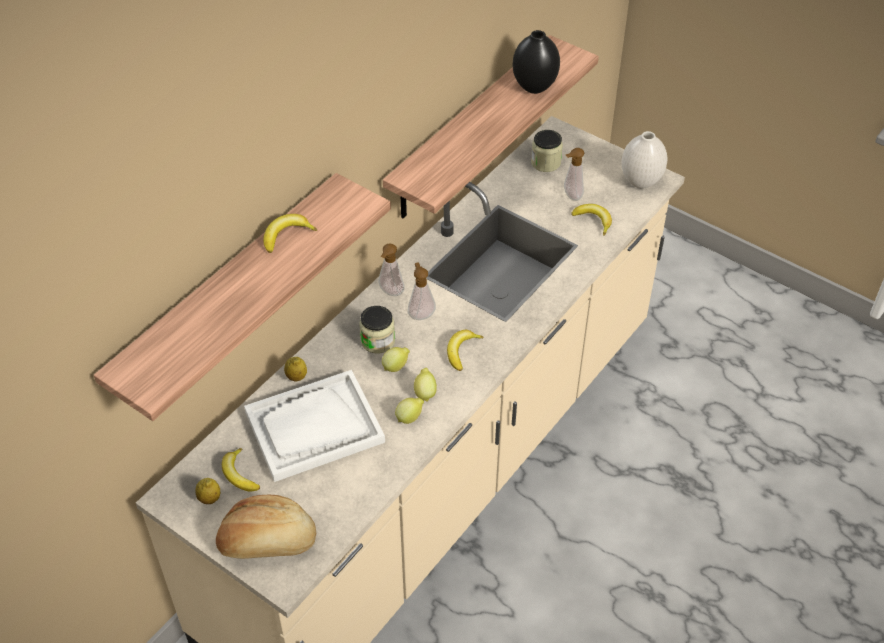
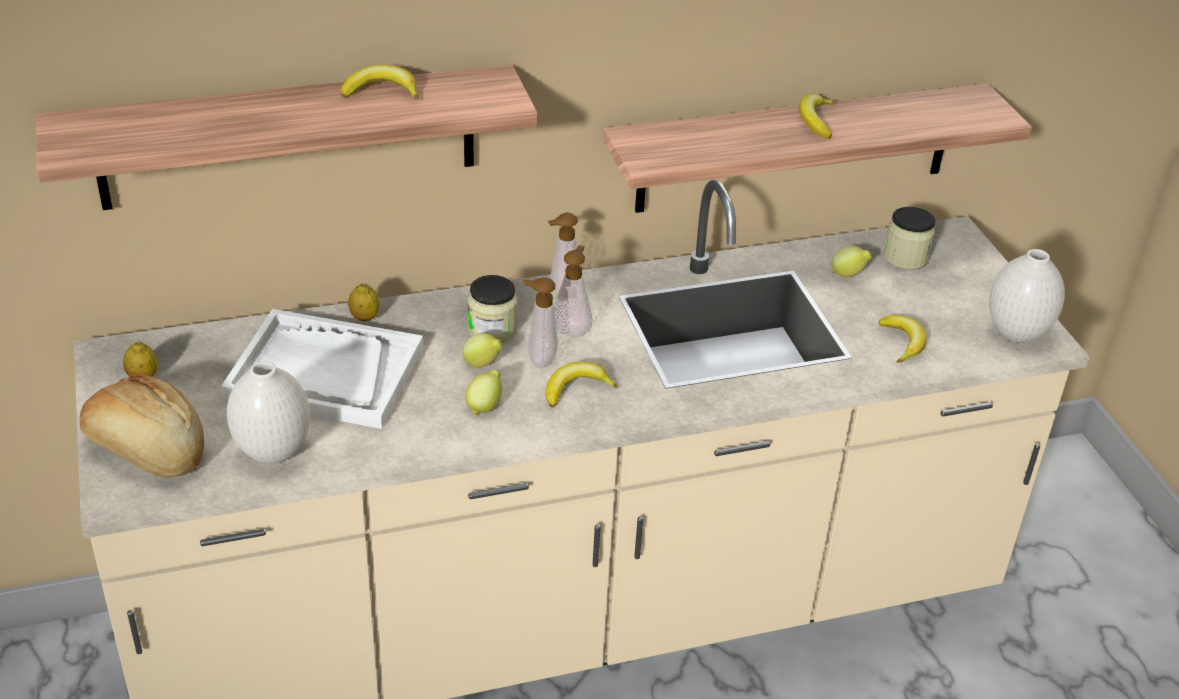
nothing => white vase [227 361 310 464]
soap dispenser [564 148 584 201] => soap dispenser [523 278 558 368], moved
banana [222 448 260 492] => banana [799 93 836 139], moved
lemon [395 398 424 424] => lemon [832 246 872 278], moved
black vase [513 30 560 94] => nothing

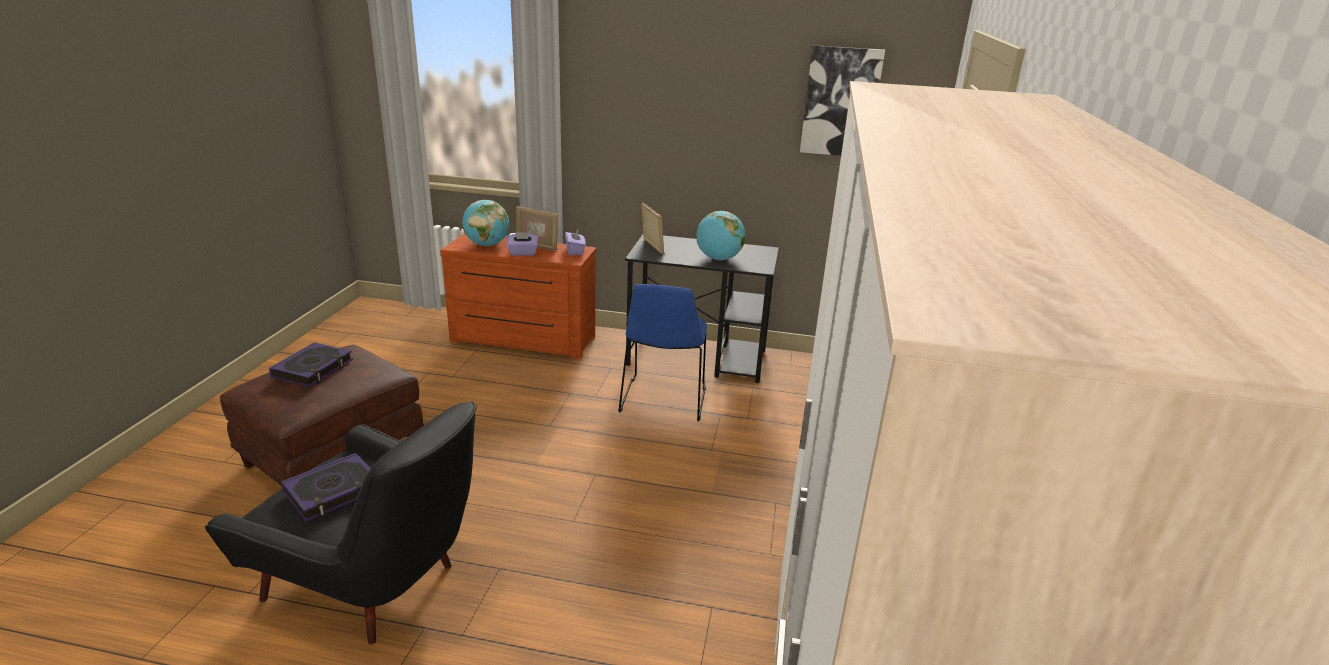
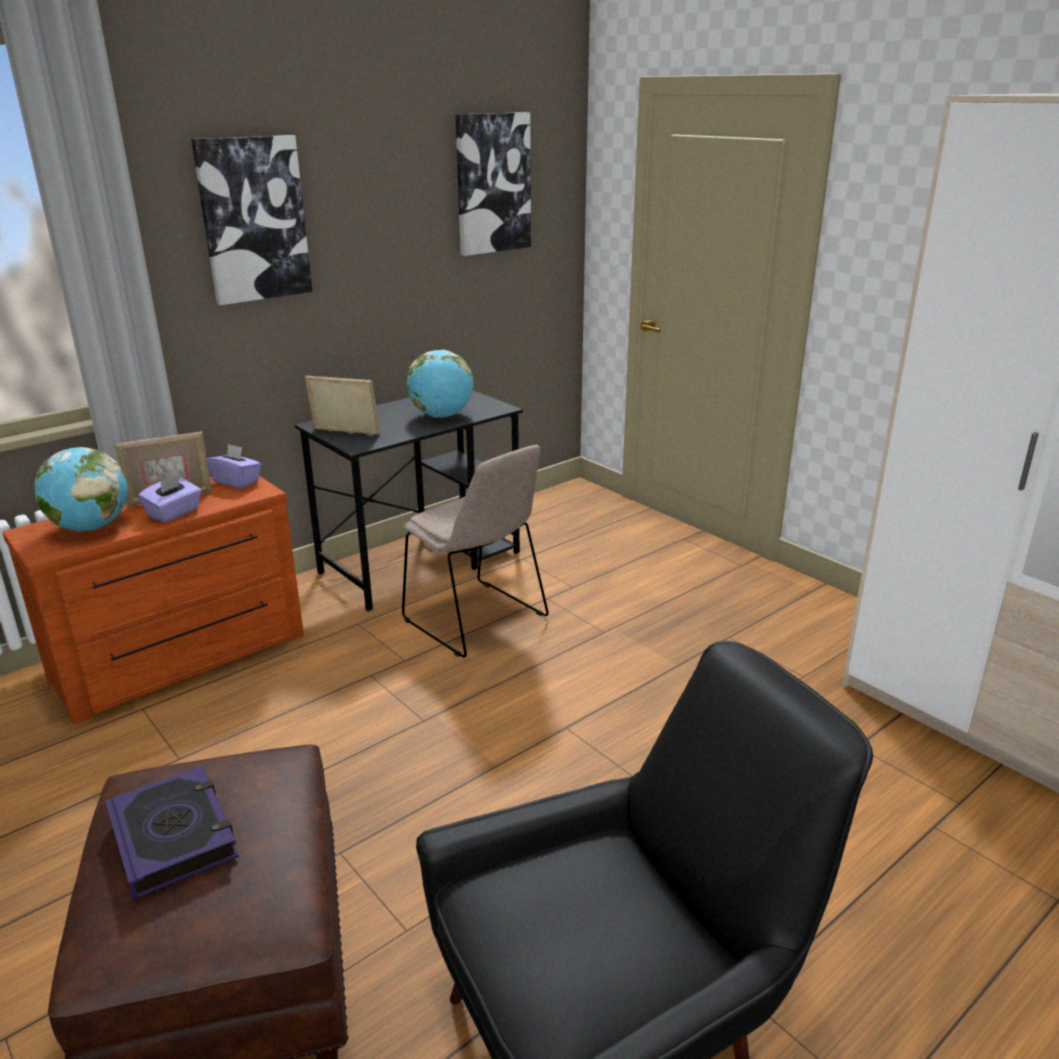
nothing => picture [191 135 312 305]
blue chair [619 284 707 422] => beige chair [402 445 549 657]
book [281 453 371 522] => nothing

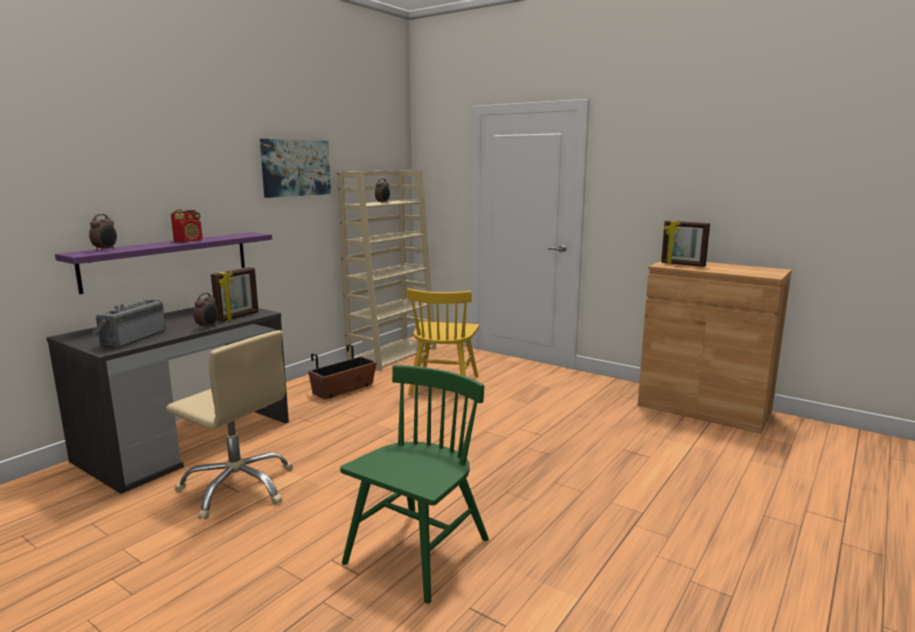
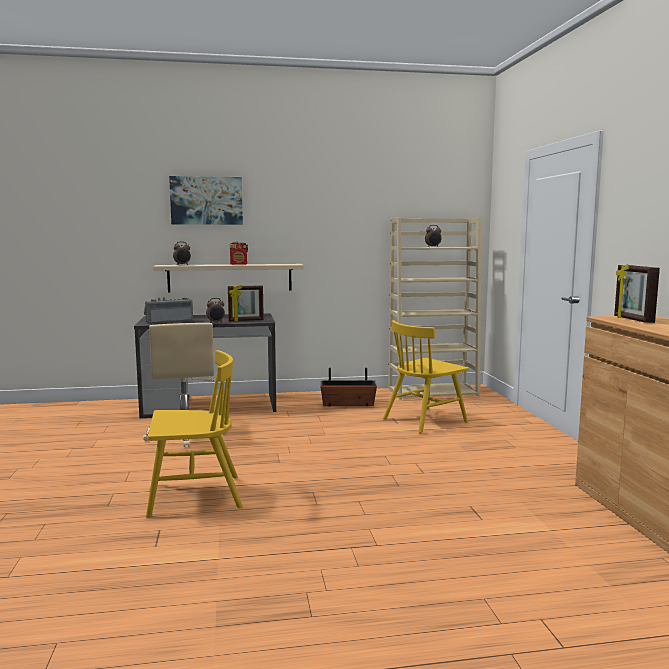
green chair [340 365 489 604] => yellow chair [146 350 243 518]
purple shelf [55 232 272 294] => beige shelf [153 264 304 292]
picture [260 139 331 198] => picture [169 176 243 225], moved

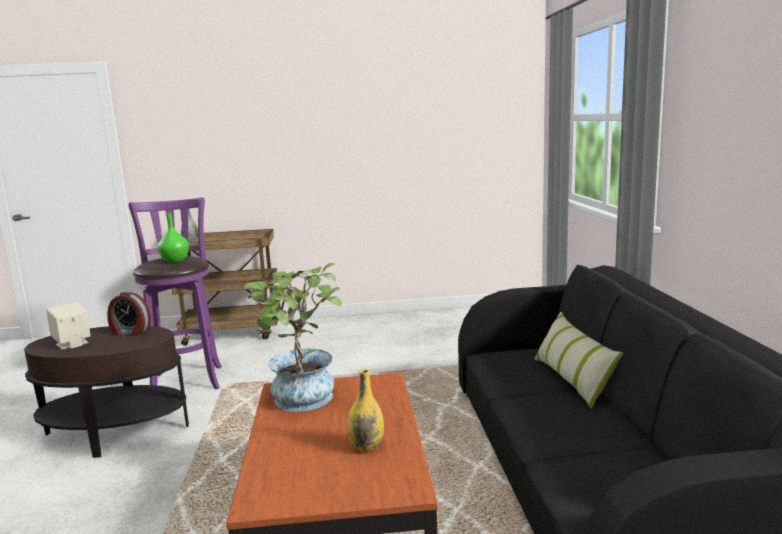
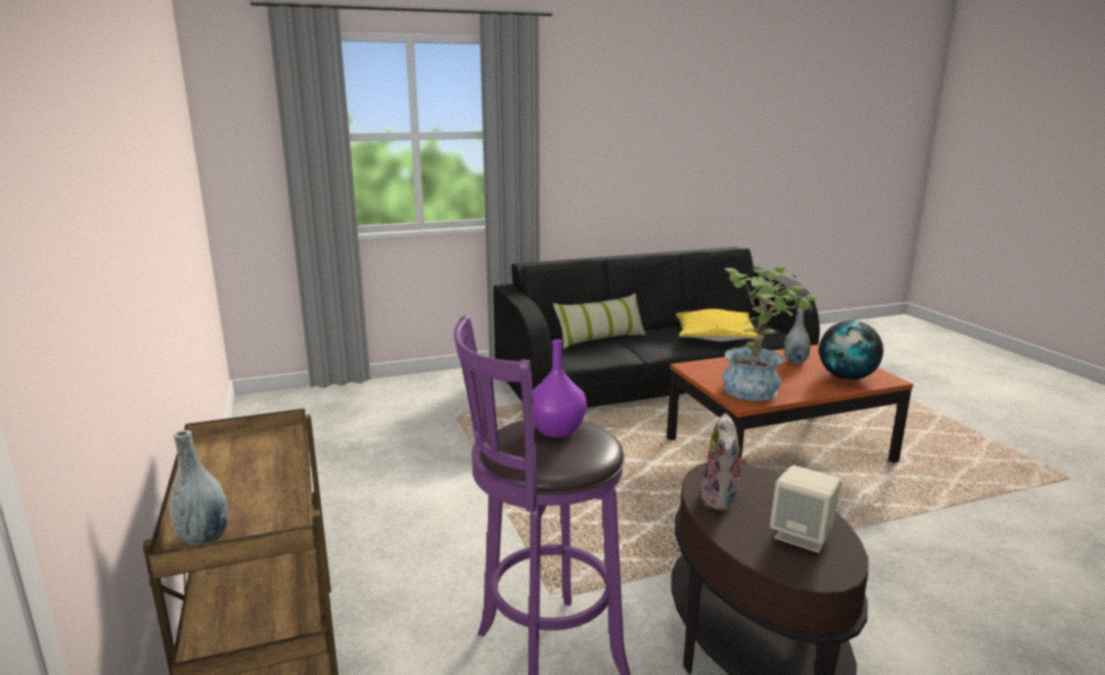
green vase [158 213 189 263] => purple vase [533 339 587 438]
nothing => yellow pillow [676 309 764 342]
alarm clock [107 292 151 336] => plush toy [701 413 747 511]
yellow vase [348 369 384 452] => grey vase [784 308 811 364]
nothing => globe [819 320 884 380]

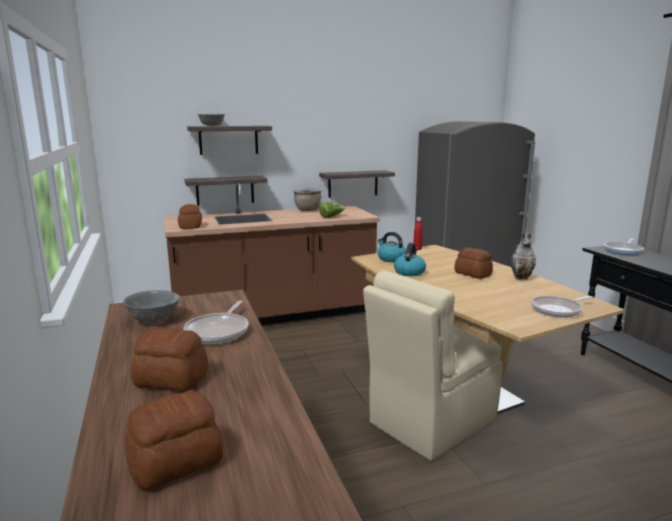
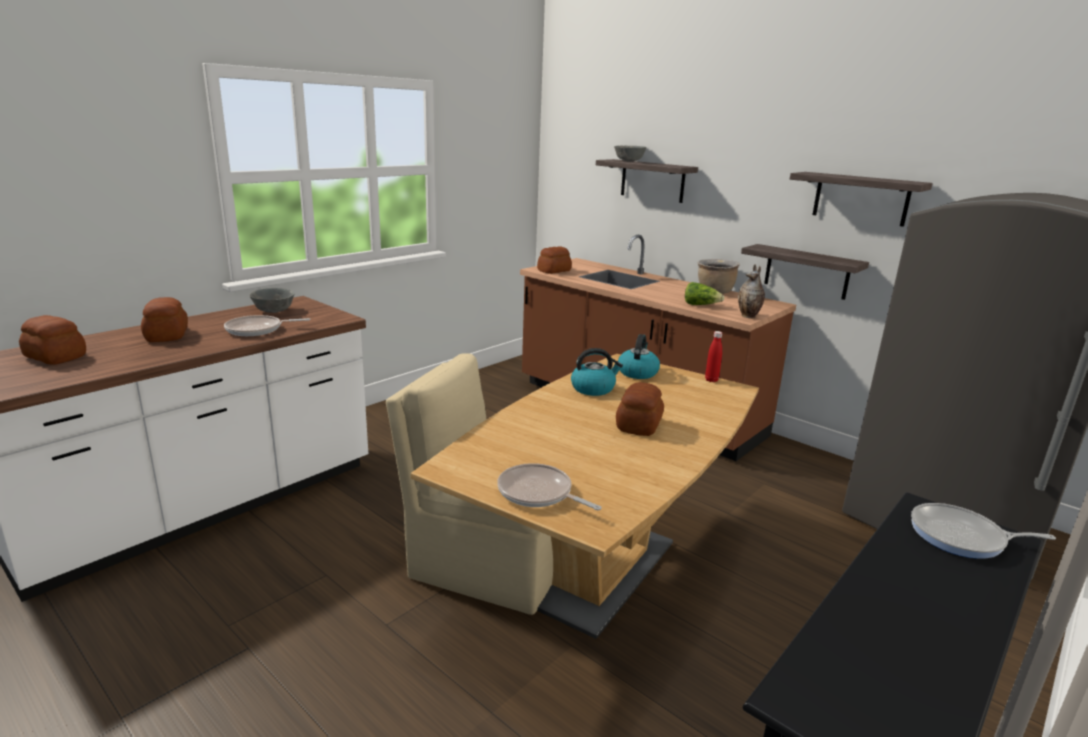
vase [511 232 536 281] => vase [738 265 765 319], moved
shelf [184 176 268 206] => shelf [790 172 933 227], moved

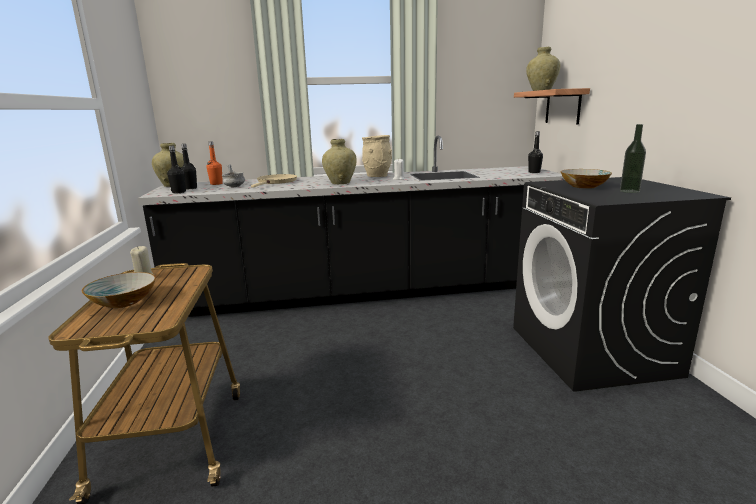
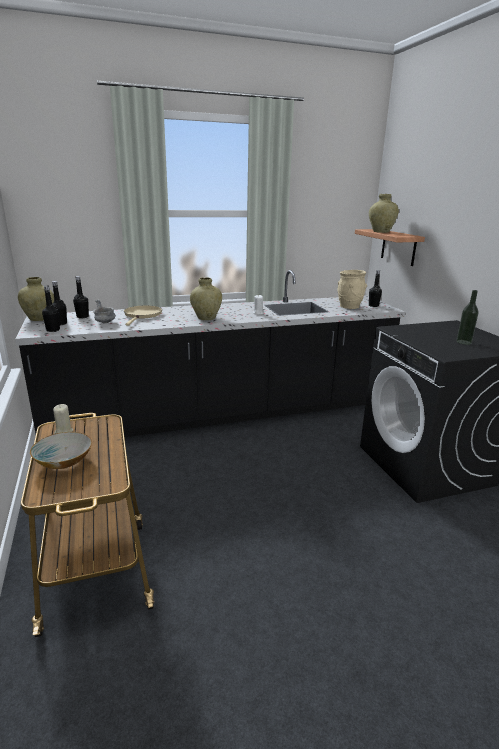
orange bottle [207 141 223 185] => black bottle [73 276 89 318]
beige vase [362 135 392 177] => beige vase [338 270 367 309], moved
bowl [561 169 612 189] => nothing

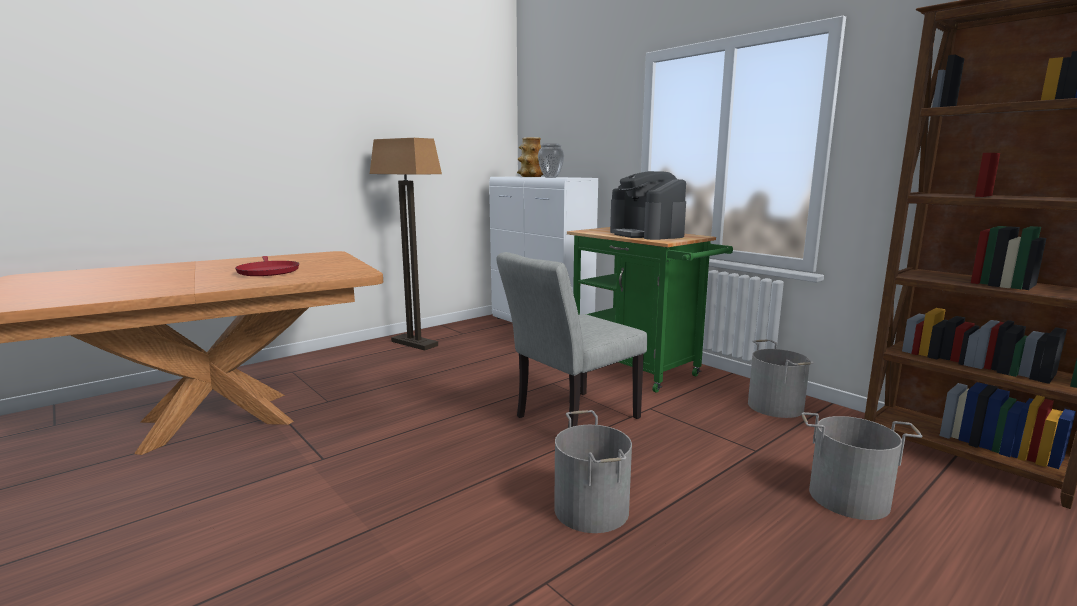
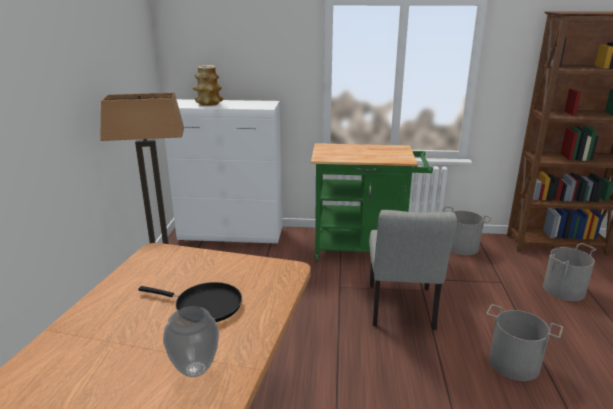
red frying pan [235 256 299 276] => black frying pan [138 282 242 322]
vase [538 143 564 178] => vase [163 306 219 377], moved
coffee machine [610 171 686 240] => nothing

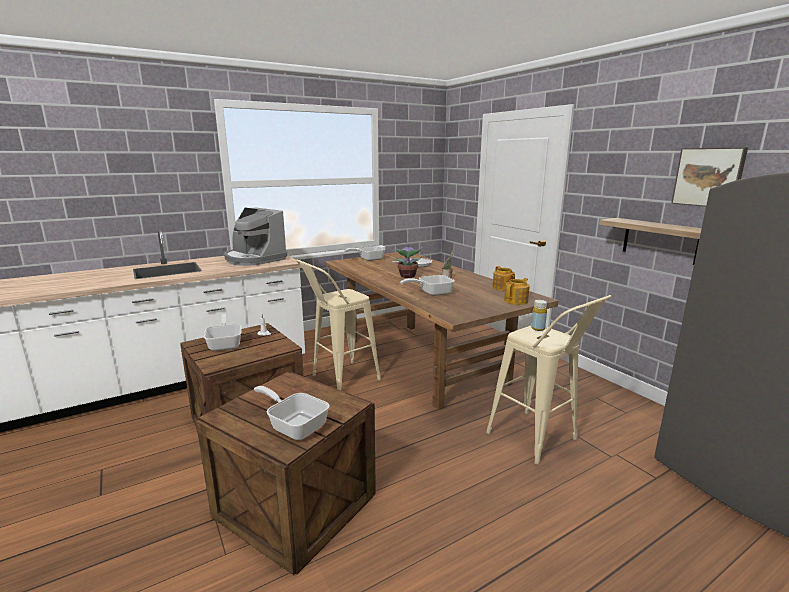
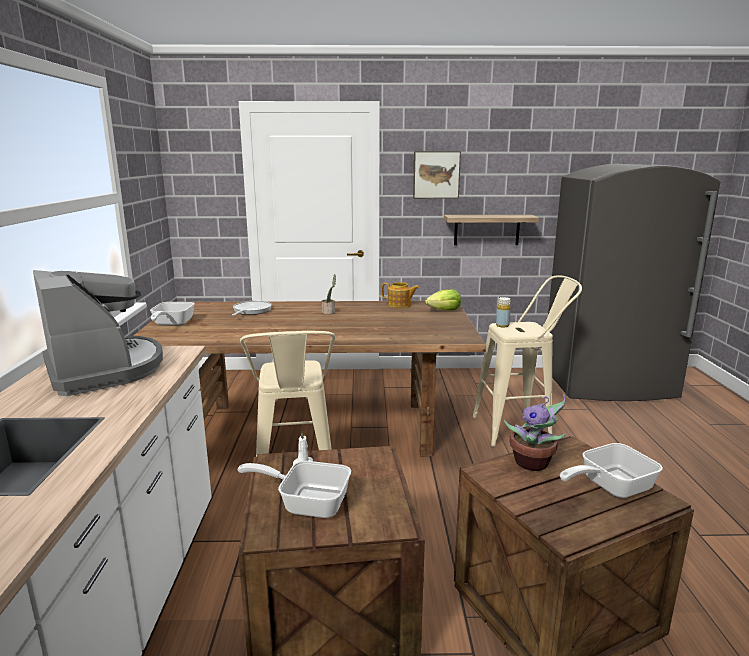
coffee machine [224 207 287 266] => coffee machine [33 270 163 396], 105 degrees counterclockwise
picture [671 147 748 207] => picture [413 151 461 199], moved
teapot [504 278 530 305] => lettuce [425 289 461 311]
potted plant [395 242 422 278] => potted plant [504 394 566 471], moved
frying pan [400 275 455 296] => nothing

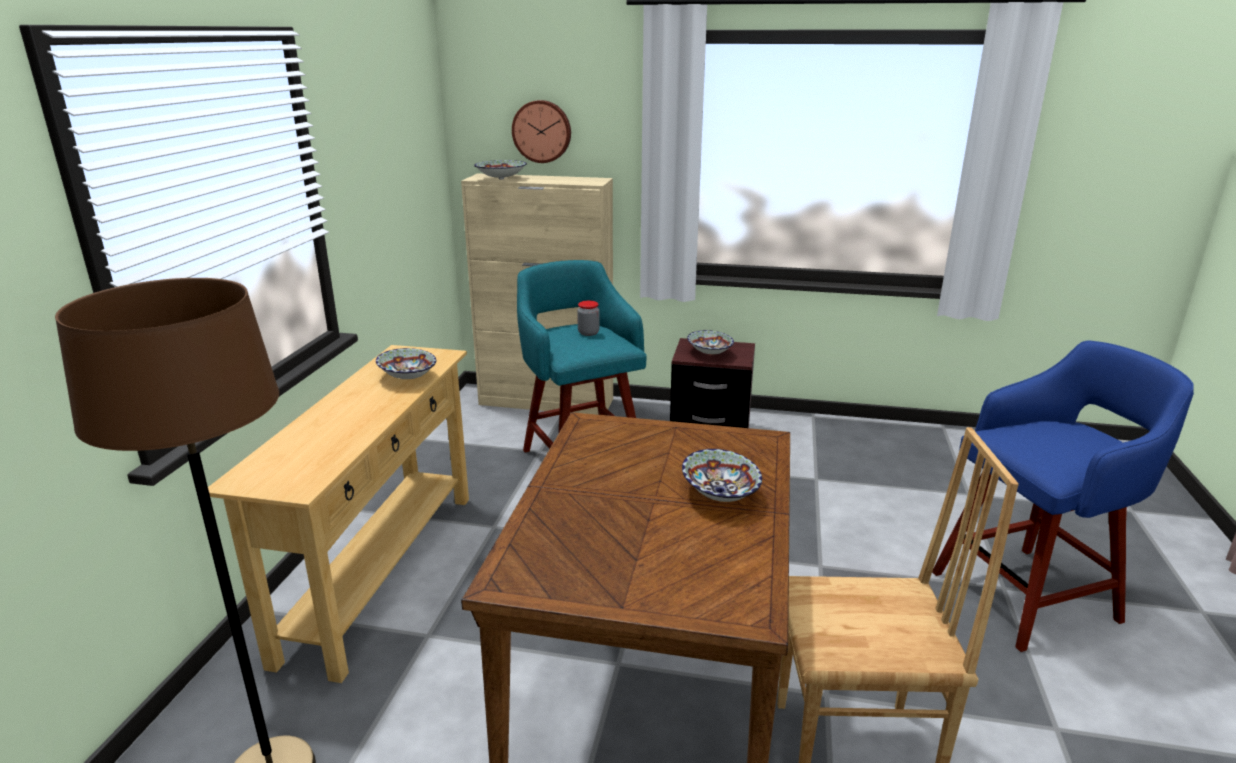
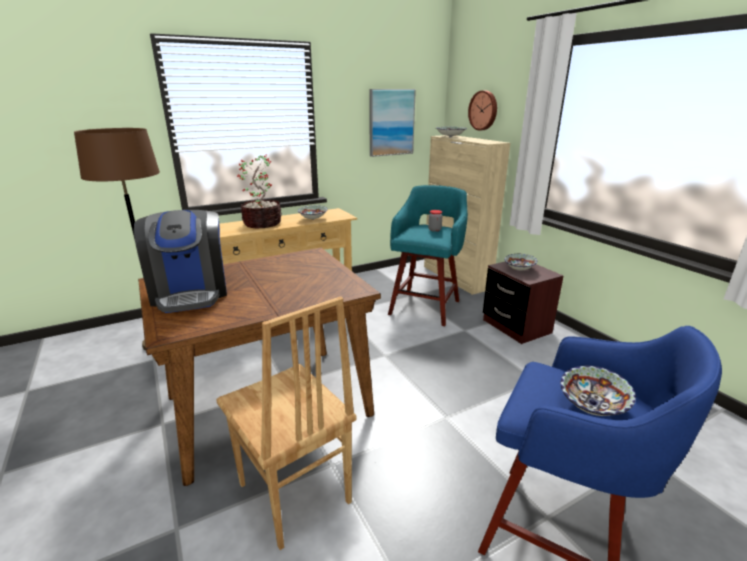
nothing => coffee machine [134 210 227 313]
nothing => potted plant [237 154 282 228]
nothing => picture [369 89 416 157]
bowl [682 449 762 502] => bowl [561 366 636 416], moved

